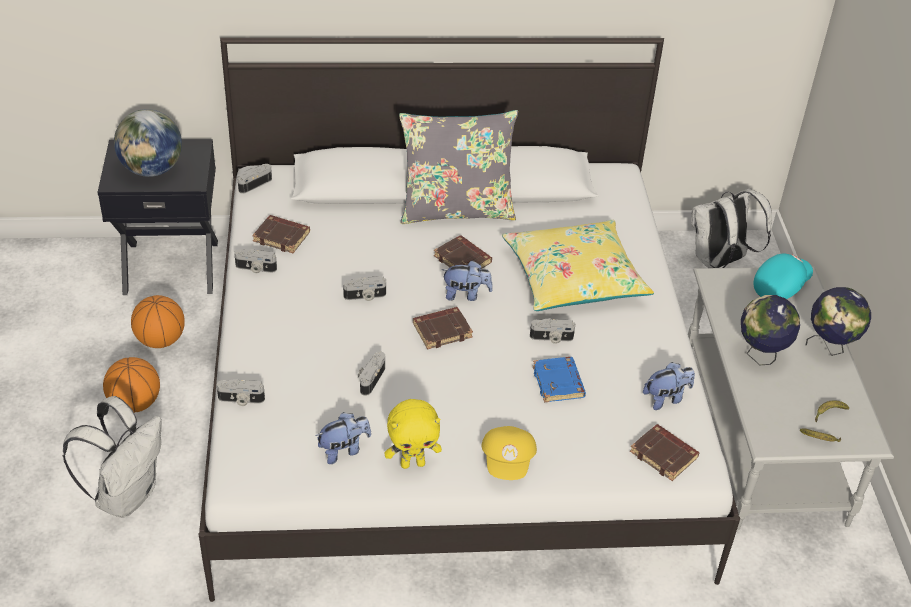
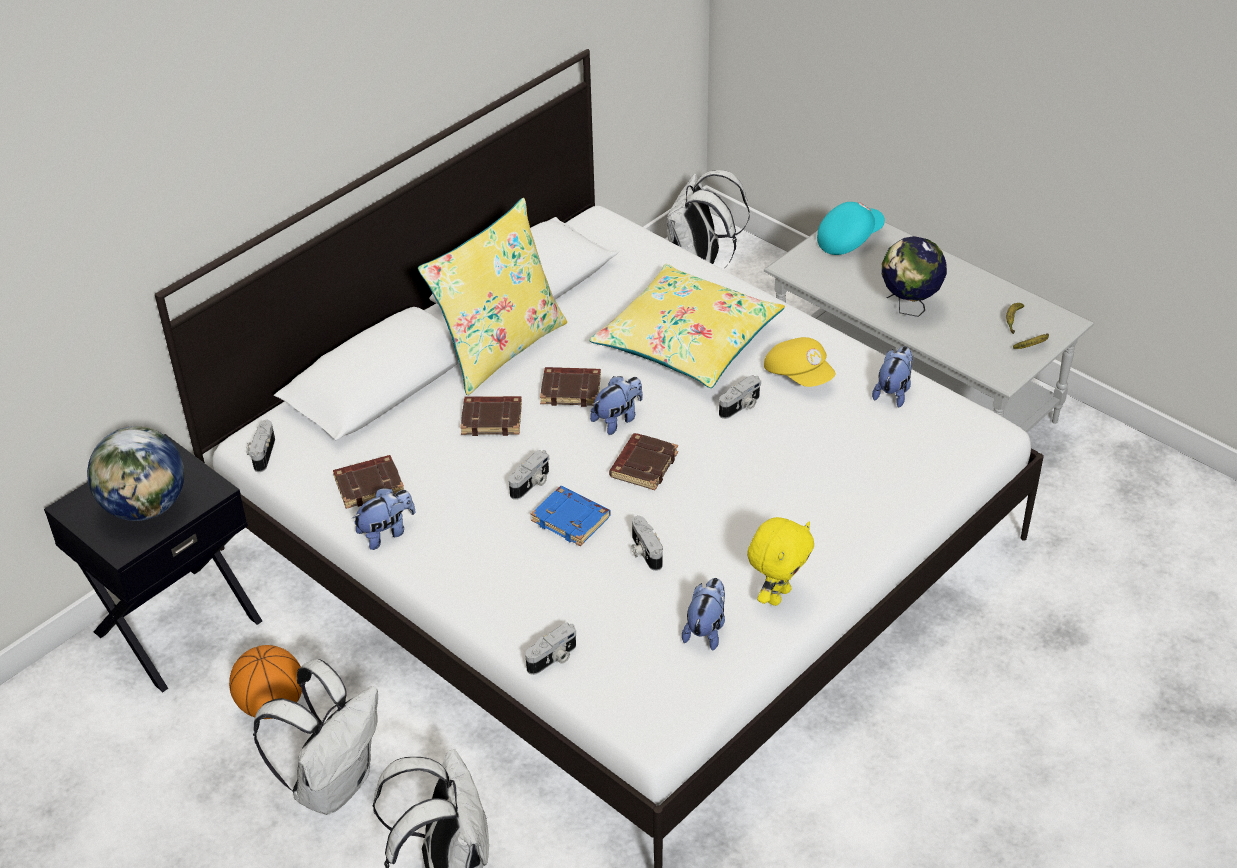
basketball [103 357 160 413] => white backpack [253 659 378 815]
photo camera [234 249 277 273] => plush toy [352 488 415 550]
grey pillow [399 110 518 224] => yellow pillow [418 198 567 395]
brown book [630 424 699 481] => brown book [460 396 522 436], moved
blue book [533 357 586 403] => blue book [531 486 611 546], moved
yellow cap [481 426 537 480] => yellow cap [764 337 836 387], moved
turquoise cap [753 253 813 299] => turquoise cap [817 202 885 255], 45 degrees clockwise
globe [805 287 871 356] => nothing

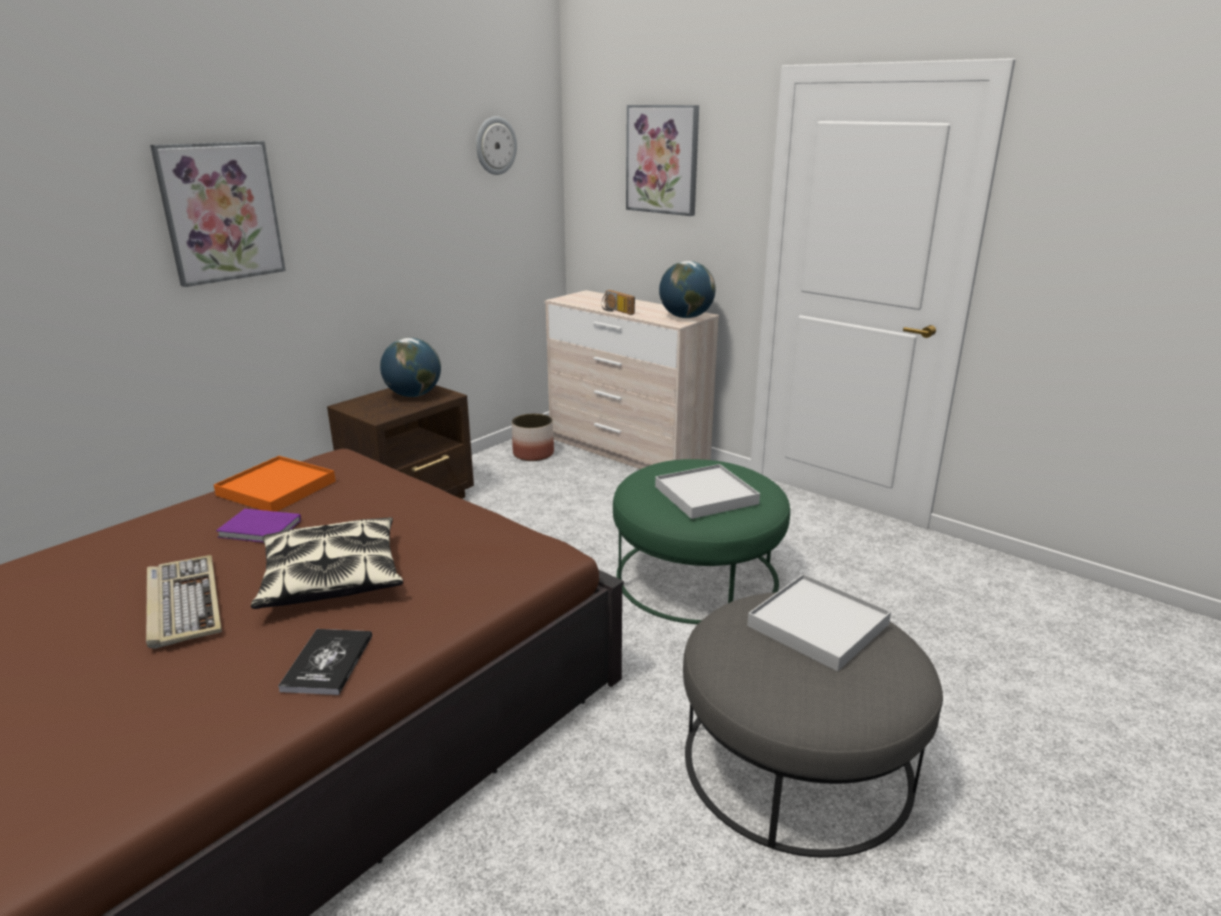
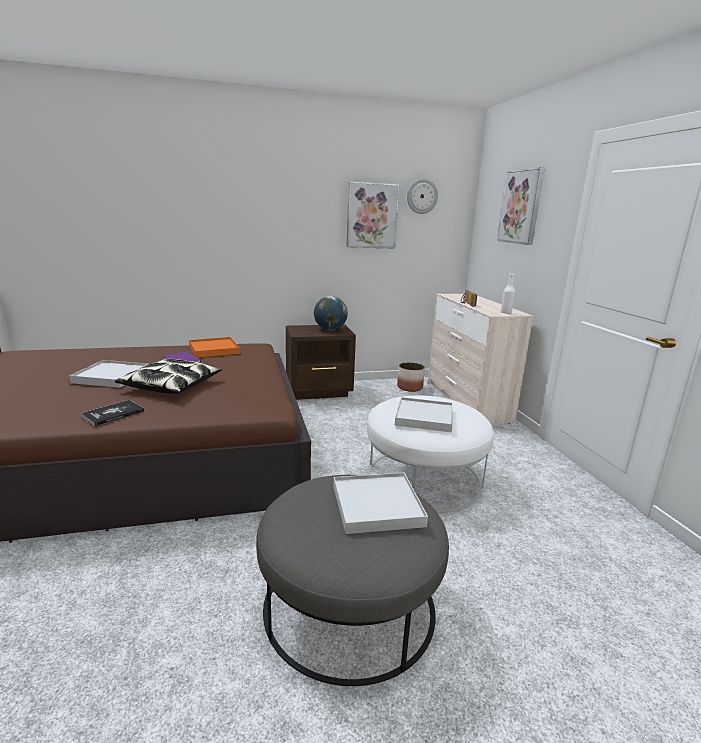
keyboard [146 555 222 649] => white tray [69 360 148 388]
picture [150 141 286 287] => picture [347 182 399 248], moved
green ottoman [613 459 790 624] => white ottoman [367 395 494 513]
globe [659 261 716 318] => white bottle [501 273 515 314]

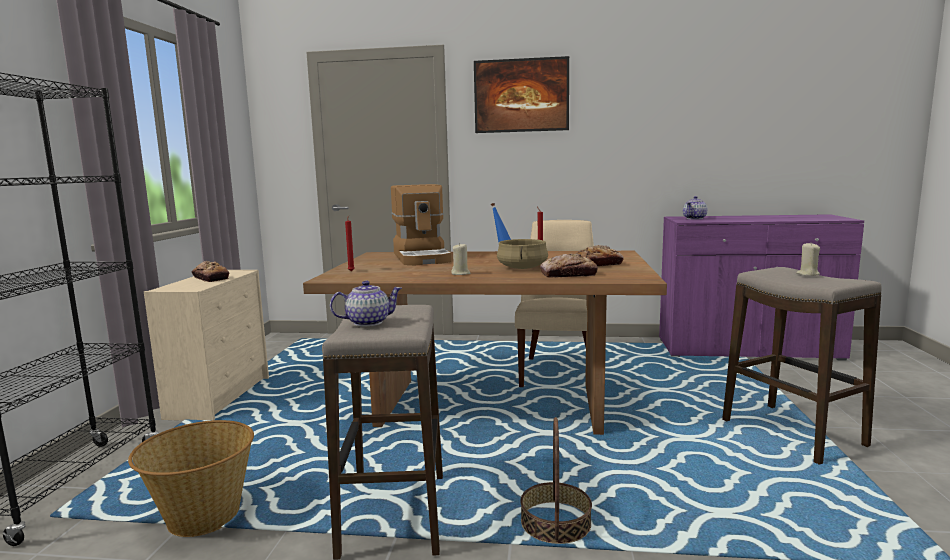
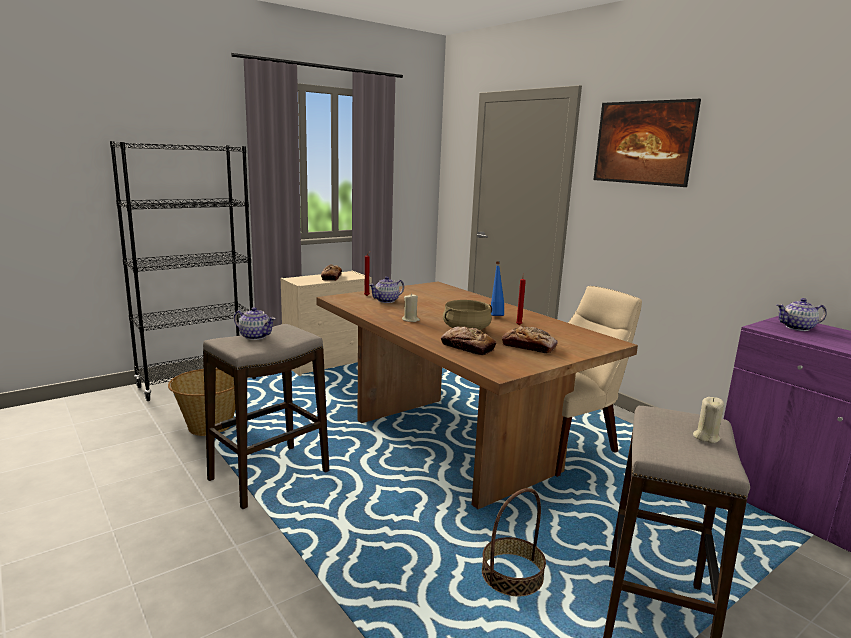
nothing => teapot [369 277 404 303]
basket [520 417 592 544] => basket [482 488 546 597], moved
coffee machine [391 184 451 265] => nothing

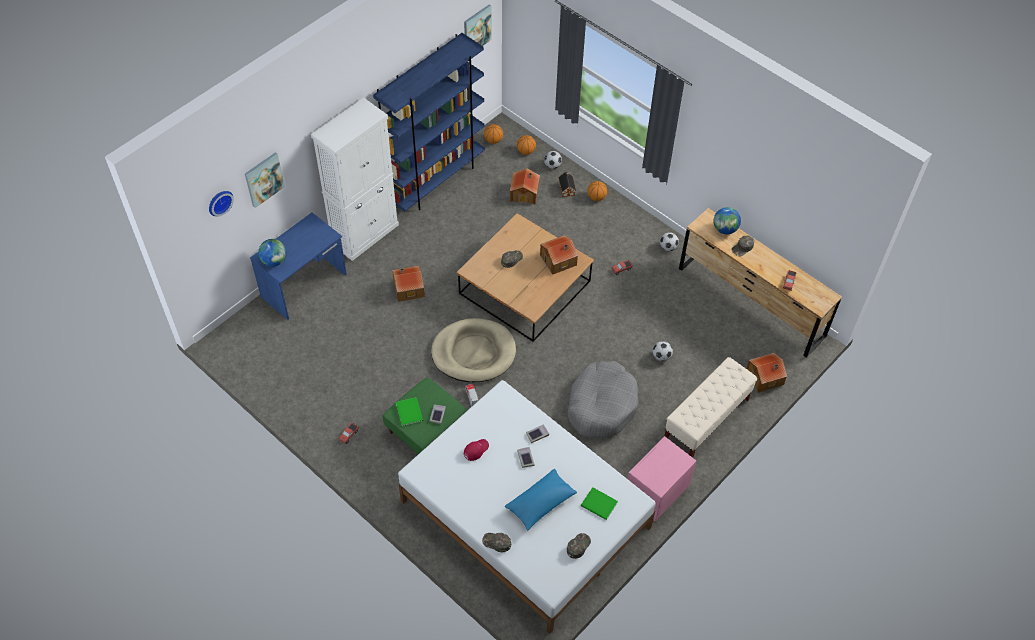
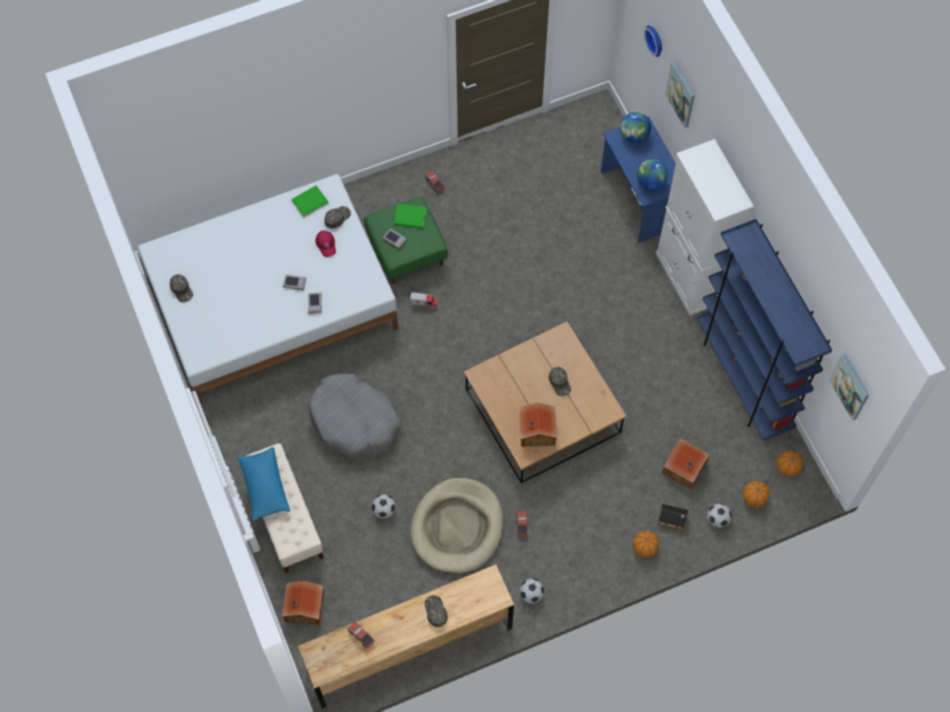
blue pillow [505 469 577 531] => blue pillow [237 447 290 521], moved
green book [581 487 618 520] => green book [291 185 328 217], moved
green cap [482 533 511 552] => green cap [325 206 351 228], moved
beige dog bed [431 318 516 382] => beige dog bed [410 478 503 573], moved
globe [713 207 741 234] => globe [637 159 668 191], moved
toy house [392 266 425 302] => nothing
pink nightstand [628 436 696 521] => nothing

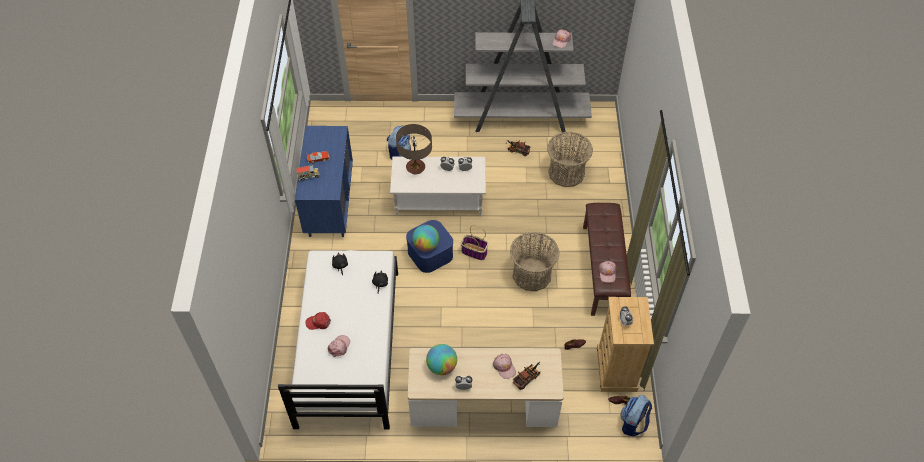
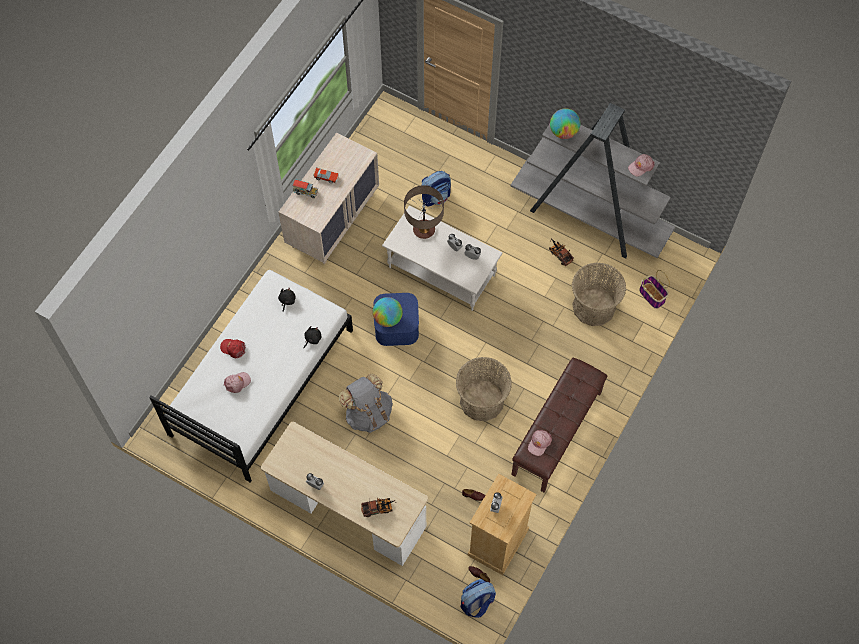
blue dresser [295 126 353 237] => beige dresser [278 133 379 264]
nothing => grey backpack [339 374 393 433]
globe [426 344 457 375] => globe [550 108 581 139], moved
basket [461 225 488 260] => basket [639 270 670 309], moved
pink cap [493 354 516 379] => nothing

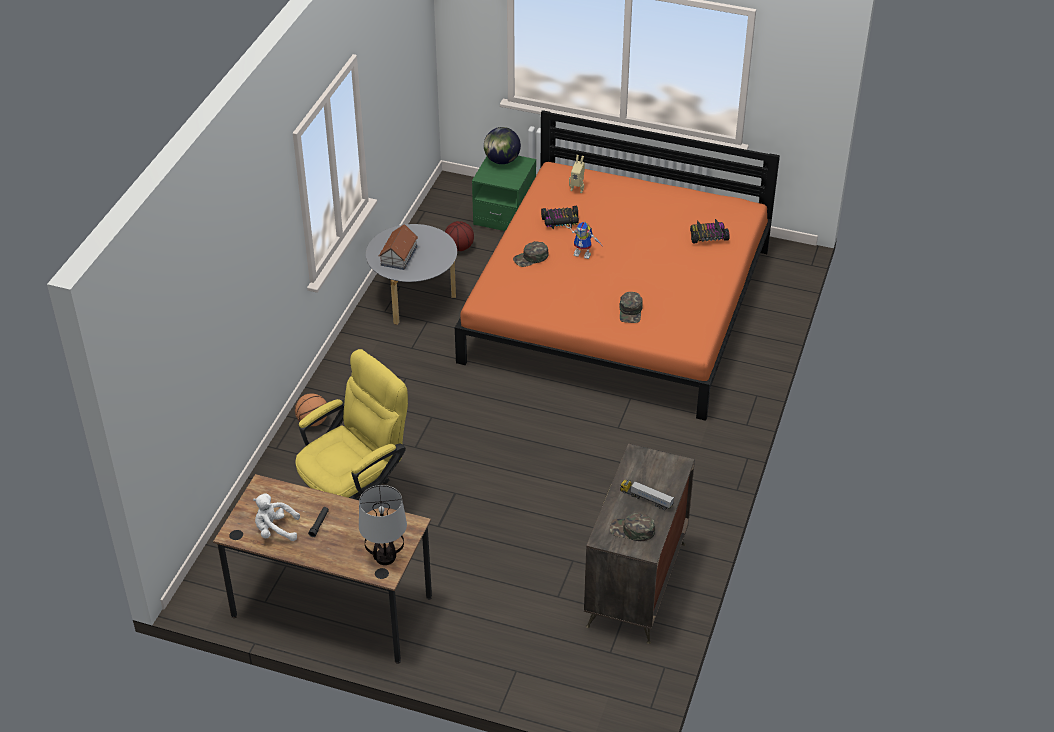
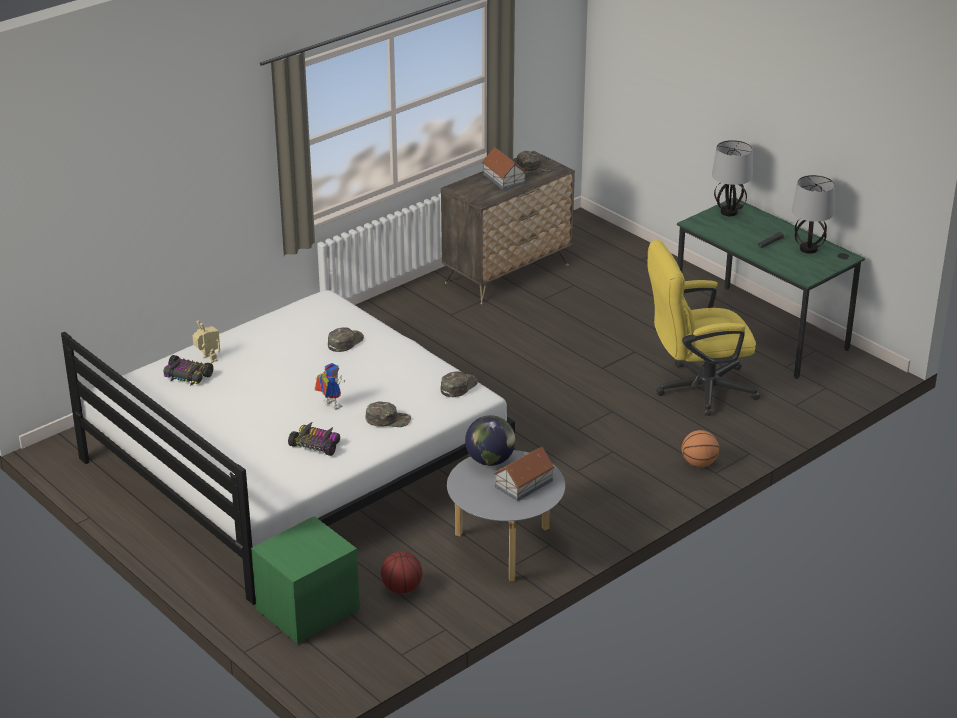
orange bed [455 110 780 421] => white bed [61 290 515 605]
toy robot [569 155 585 193] => toy robot [193 320 220 363], moved
nothing => green cap [441 371 478 397]
globe [484 127 521 164] => globe [465 415 516 466], moved
toy truck [620 480 674 510] => toy house [482 147 527 190]
brown desk [213 474 432 664] => green desk [677 198 865 379]
white plush toy [253 493 300 541] => table lamp [792 175 835 254]

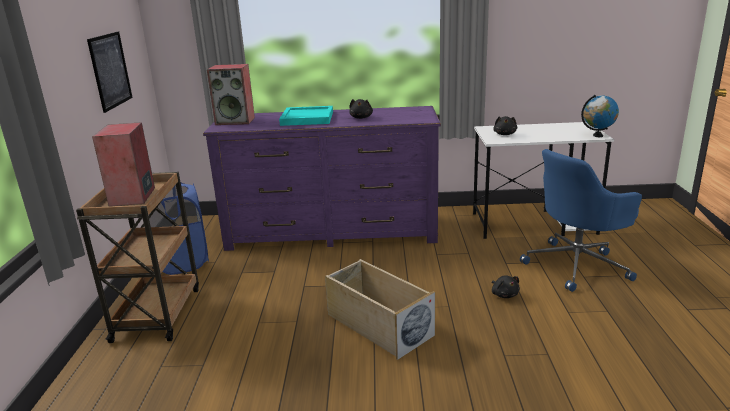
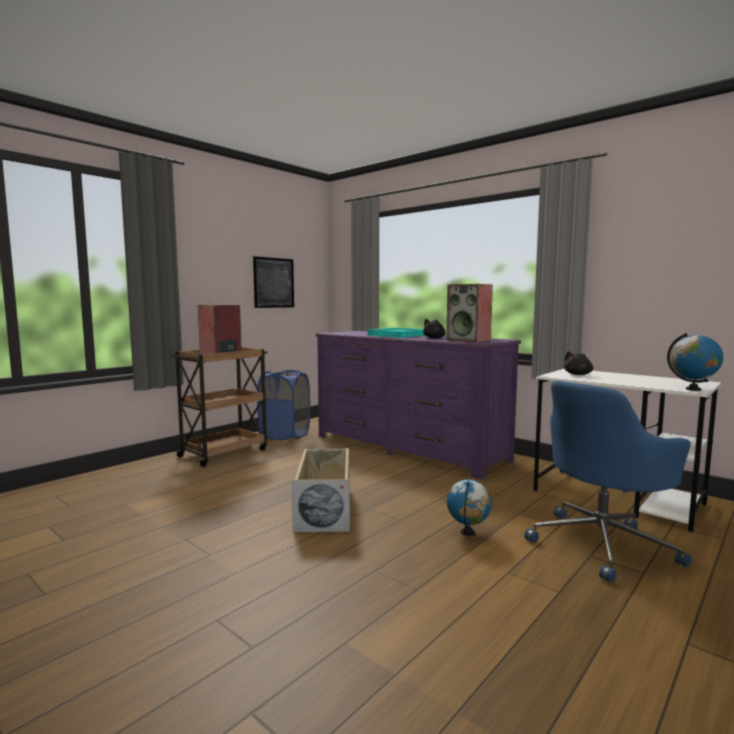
speaker [207 64 255 125] => speaker [446 284 493 343], moved
black plush toy [492 275 520 298] => globe [447 479 492 536]
blue office chair [520 149 642 292] => blue office chair [524 381 691 583], 45 degrees counterclockwise

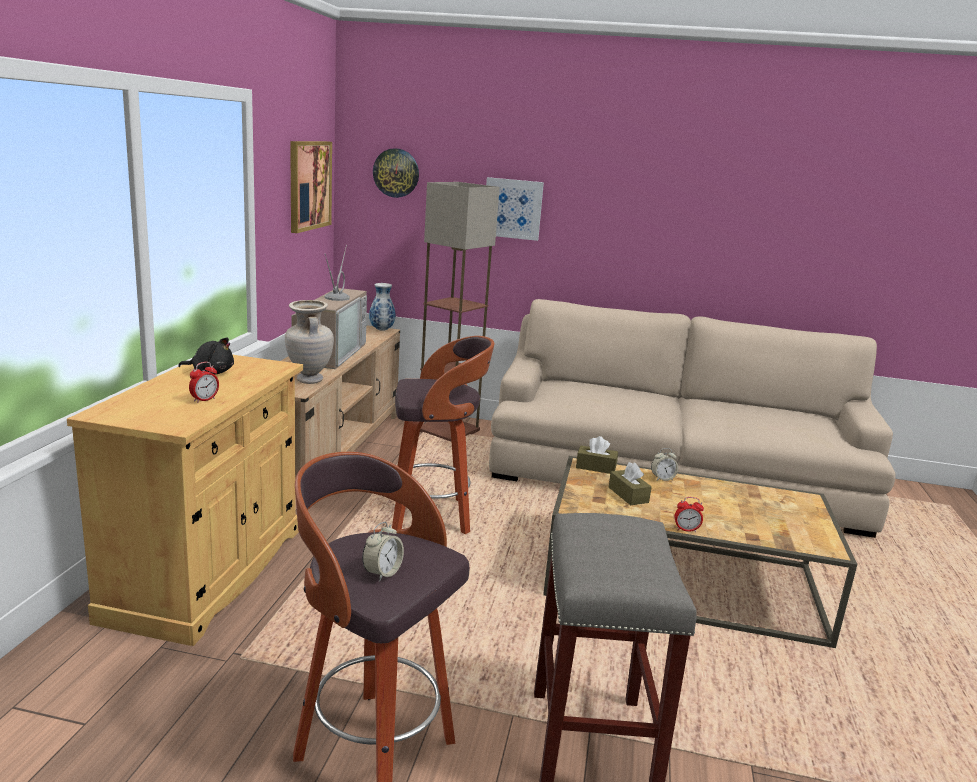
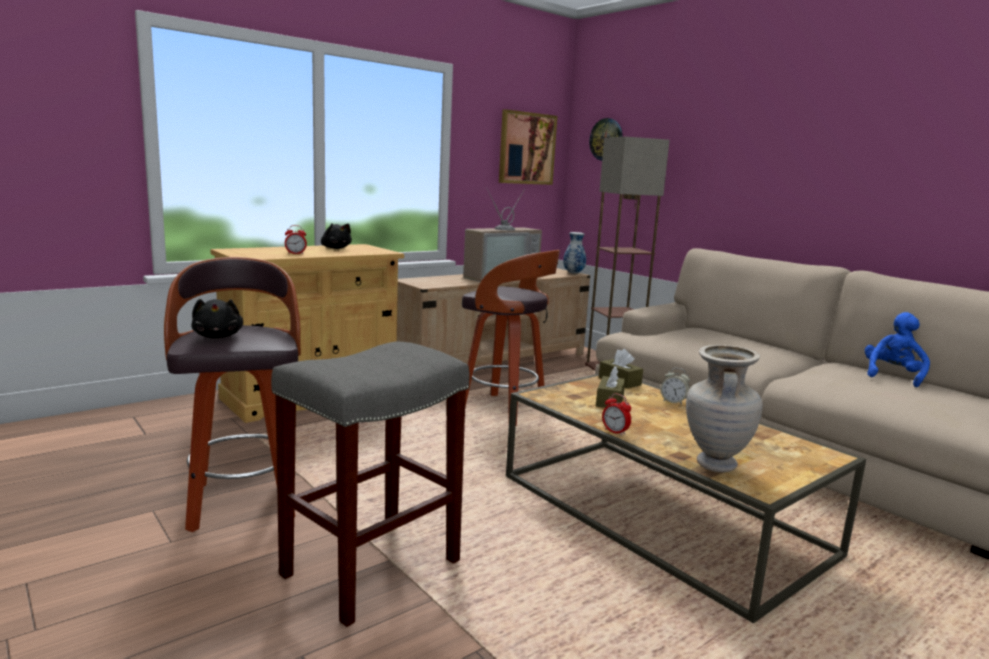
alarm clock [362 522 404 582] => black plush toy [191 299 243 338]
beige vase [285 300 334 384] => beige vase [686 345 763 473], moved
nothing => blue plush toy [865 312 930 387]
picture [486 177 544 241] => nothing

